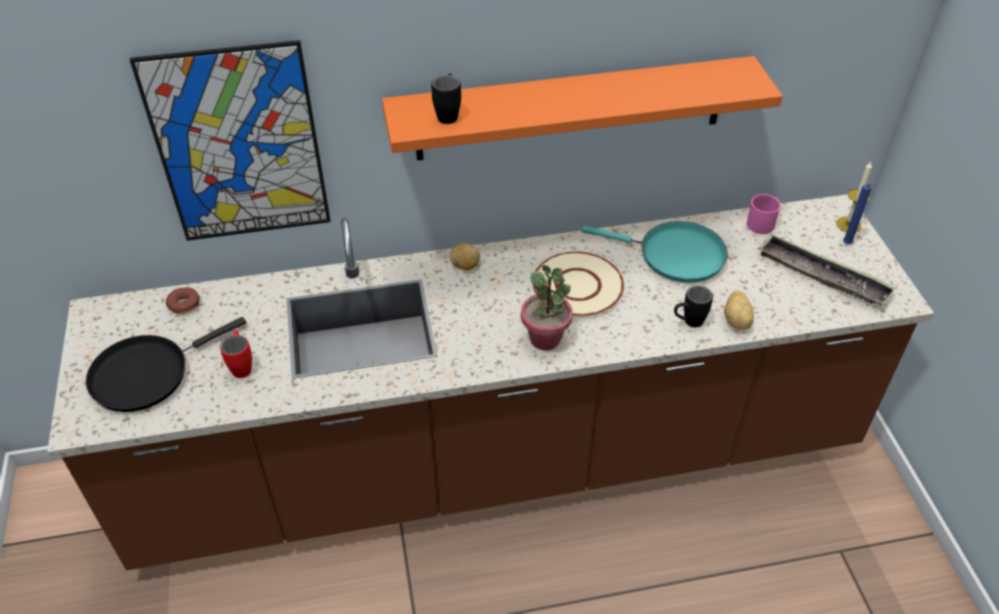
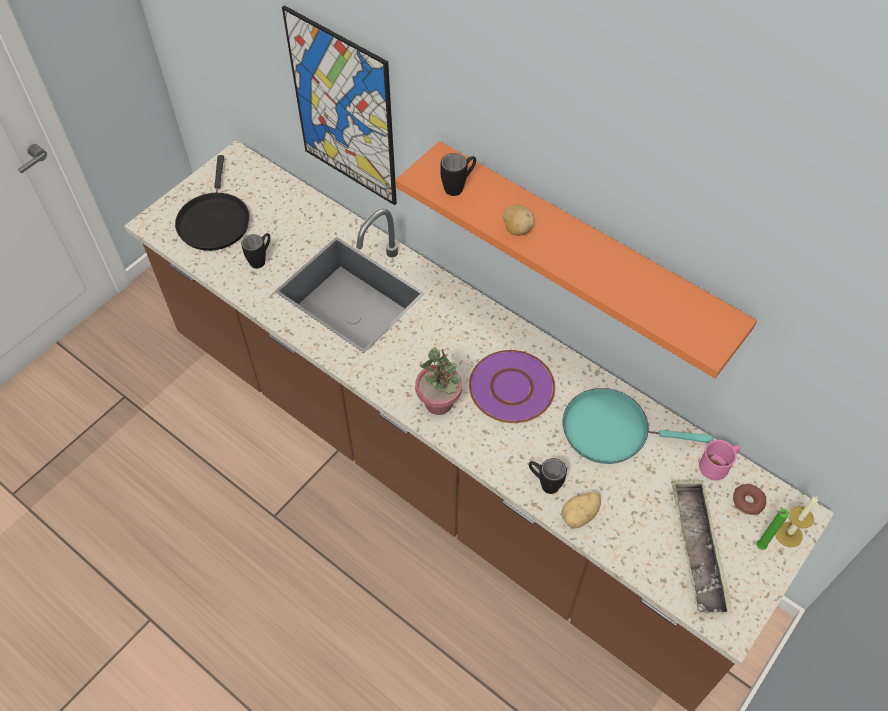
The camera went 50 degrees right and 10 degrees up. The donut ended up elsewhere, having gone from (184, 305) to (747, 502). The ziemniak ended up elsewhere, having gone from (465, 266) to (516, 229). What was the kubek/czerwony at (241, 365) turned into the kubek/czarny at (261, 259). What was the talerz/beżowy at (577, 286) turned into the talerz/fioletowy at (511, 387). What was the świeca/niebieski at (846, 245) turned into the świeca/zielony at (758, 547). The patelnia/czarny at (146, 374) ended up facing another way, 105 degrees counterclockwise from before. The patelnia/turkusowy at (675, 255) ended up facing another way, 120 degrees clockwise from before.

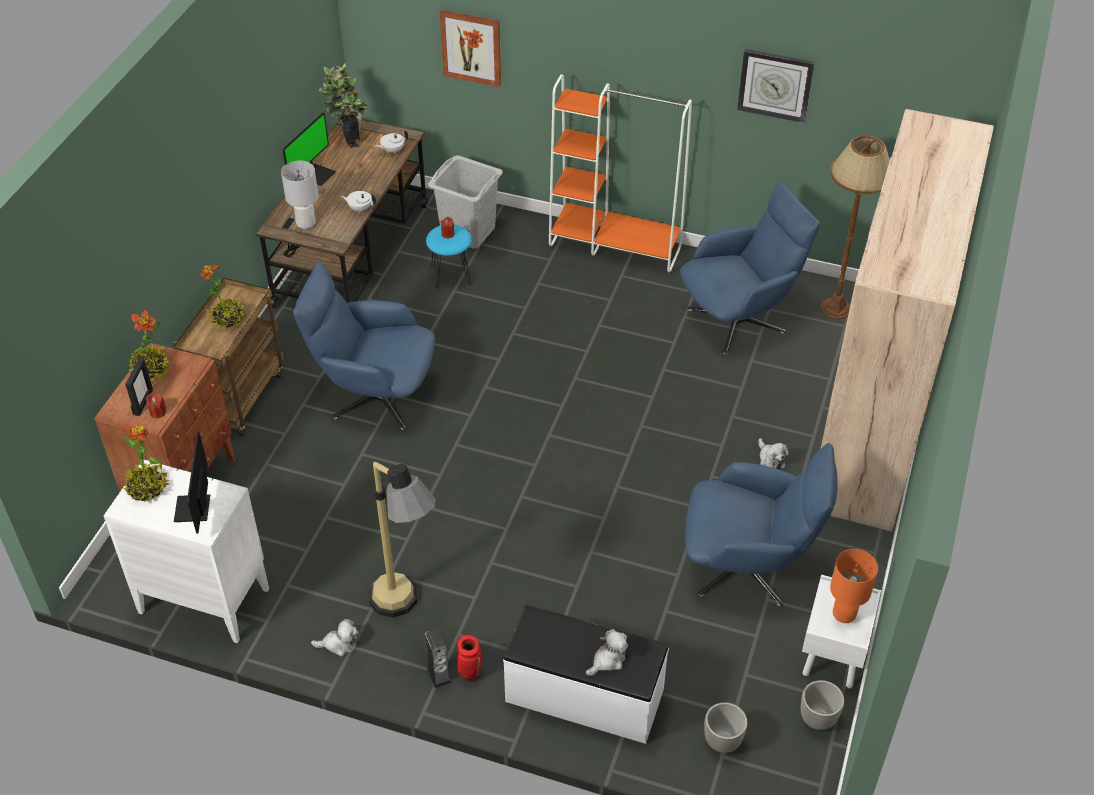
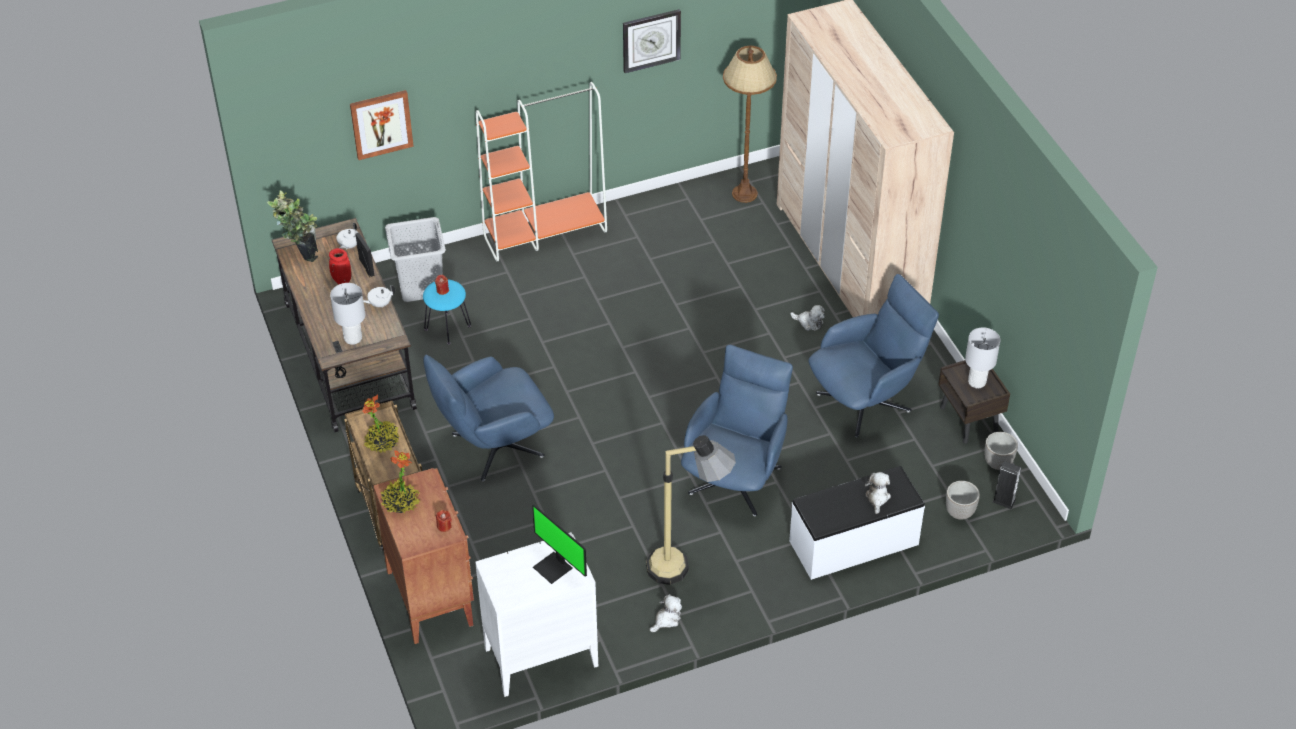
The camera went 40 degrees left and 0 degrees up. The second view lost the roślina doniczkowa at (147, 488). The second view lost the monitor at (316, 174). The ramka na zdjęcie ended up elsewhere, having gone from (143, 402) to (366, 267). The głośnik ended up elsewhere, having gone from (439, 675) to (1004, 501). The wazon/czerwony ended up elsewhere, having gone from (469, 671) to (341, 280). The fotel/niebieski ended up elsewhere, having gone from (739, 320) to (736, 478). What was the szafka nocna/biały at (833, 655) turned into the szafka nocna/brązowy at (969, 420). What was the lampa stołowa/pomarańczowy at (844, 615) turned into the lampa stołowa/szary at (977, 383).

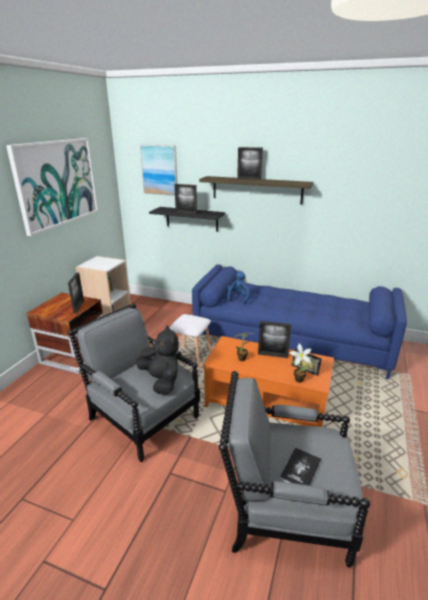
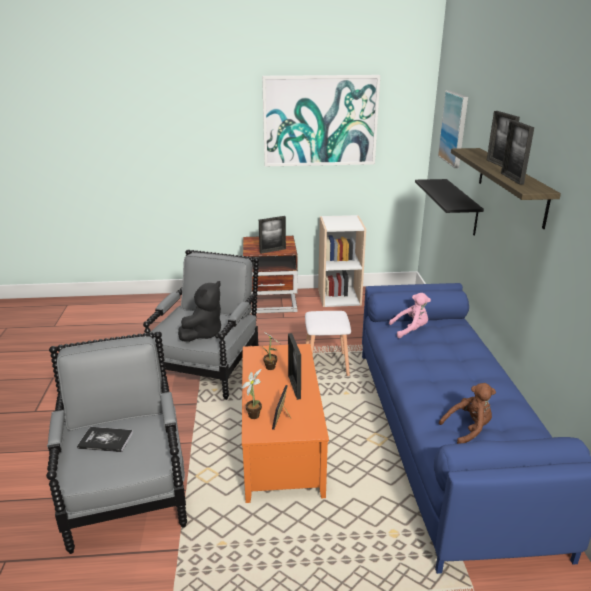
The camera went 65 degrees right and 0 degrees up. The second view gained the pluszak/brązowy at (468, 429). The ramka na zdjęcie ended up elsewhere, having gone from (186, 213) to (512, 178). What was the pluszak/niebieski at (238, 298) turned into the pluszak/różowy at (410, 330).

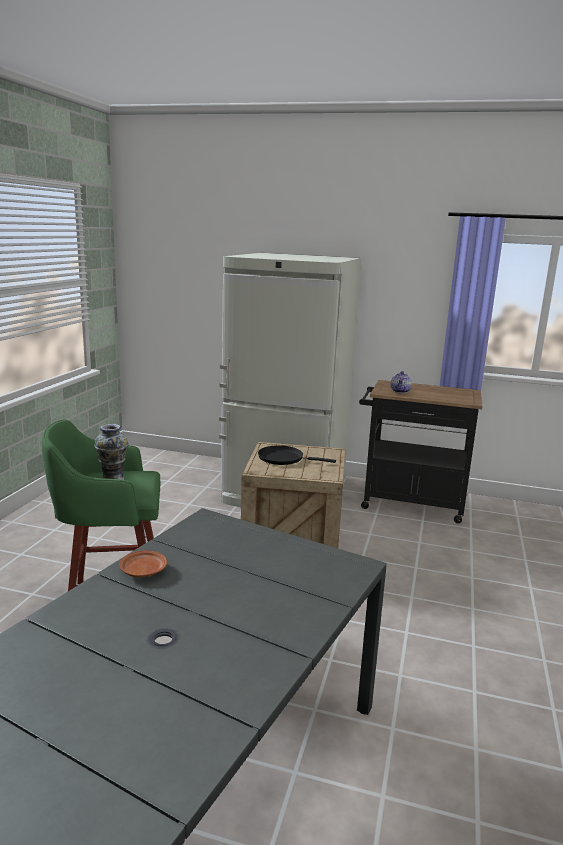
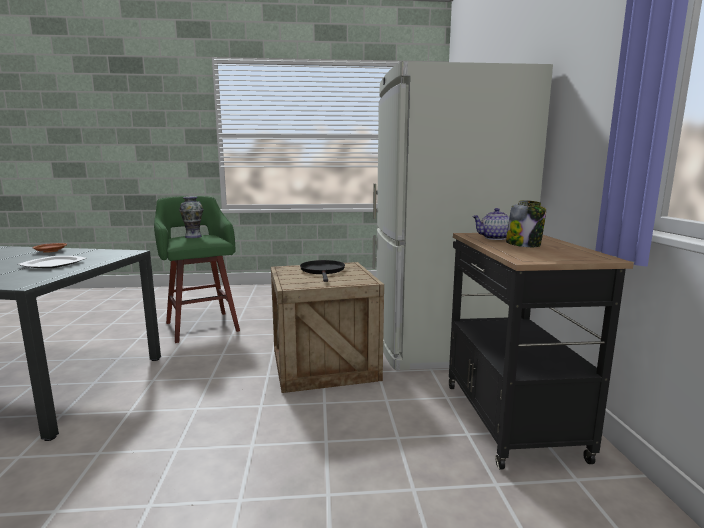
The camera went 70 degrees right and 5 degrees down. The second view gained the talerz at (53, 264). The second view gained the słoik at (524, 245).

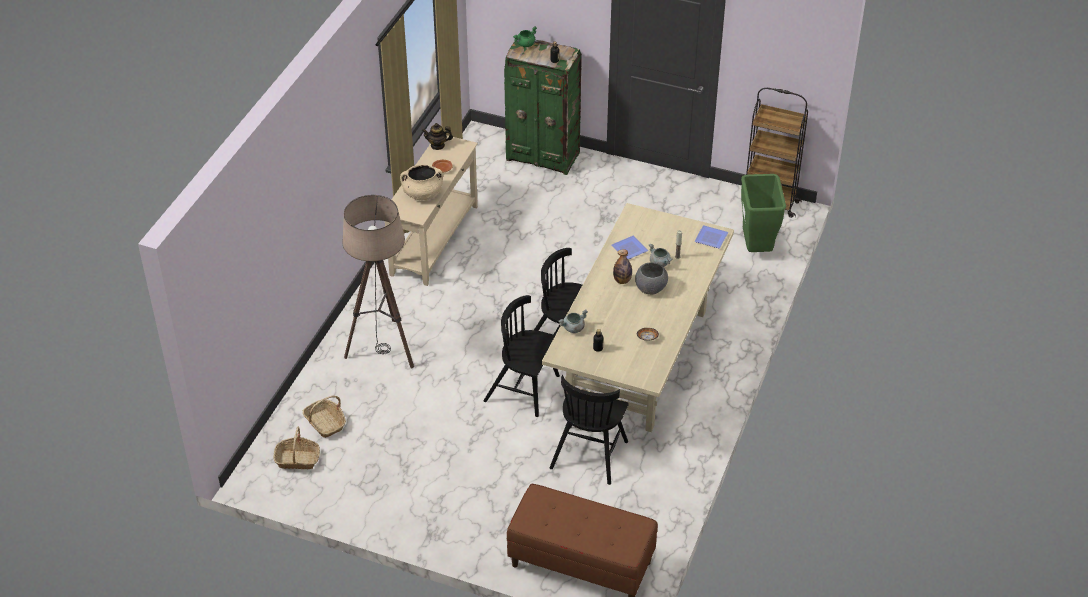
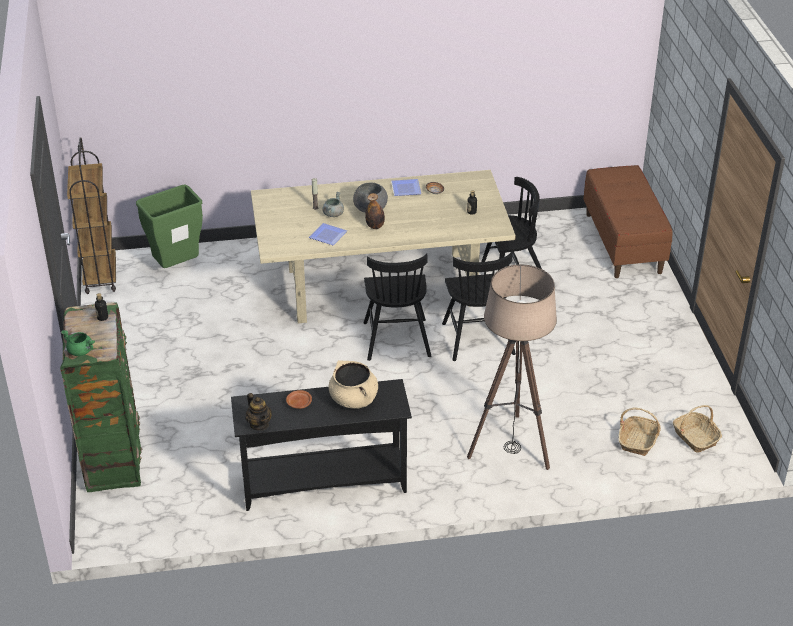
The camera went 120 degrees left and 5 degrees down. The second view lost the garnek/szary at (573, 328). The talerz ended up elsewhere, having gone from (711, 239) to (407, 188). What was the stolik konsolowy/beżowy at (434, 240) turned into the stolik konsolowy/czarny at (323, 483).

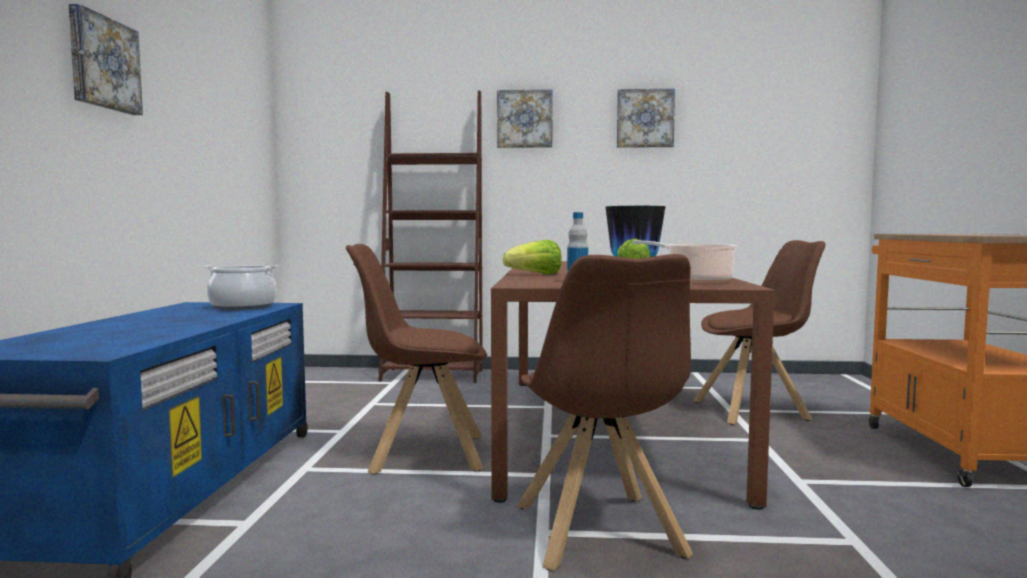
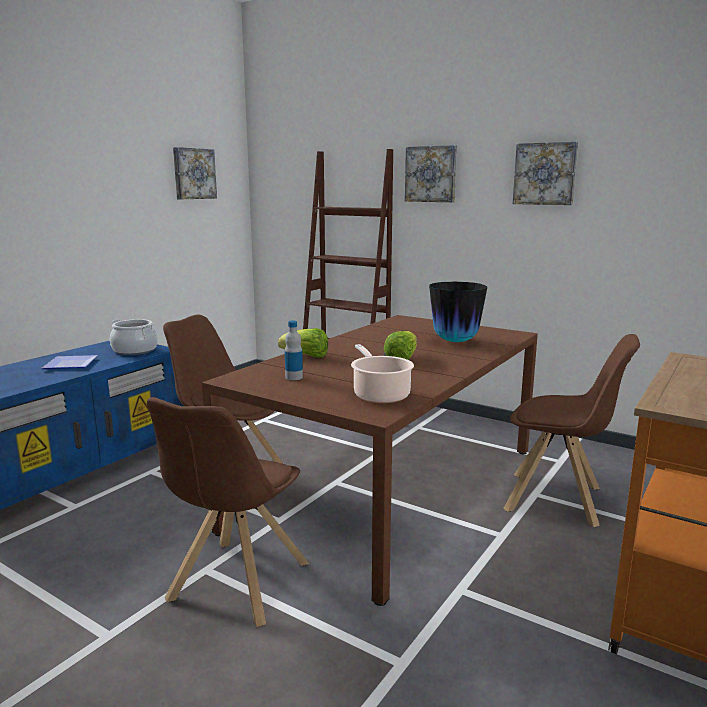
The camera went 30 degrees right and 10 degrees up. The second view gained the talerz at (73, 364). The obraz ended up elsewhere, having gone from (103, 63) to (193, 173).

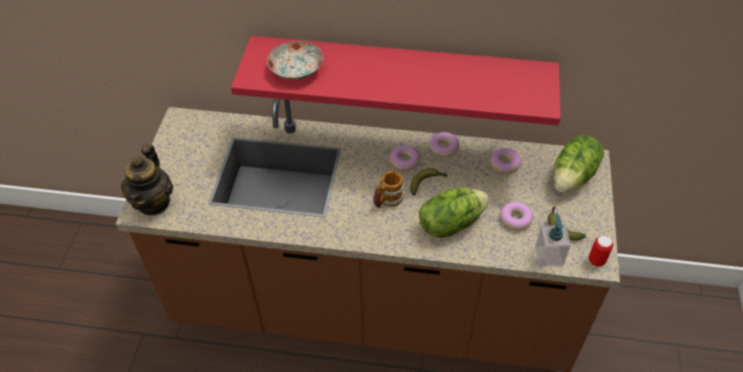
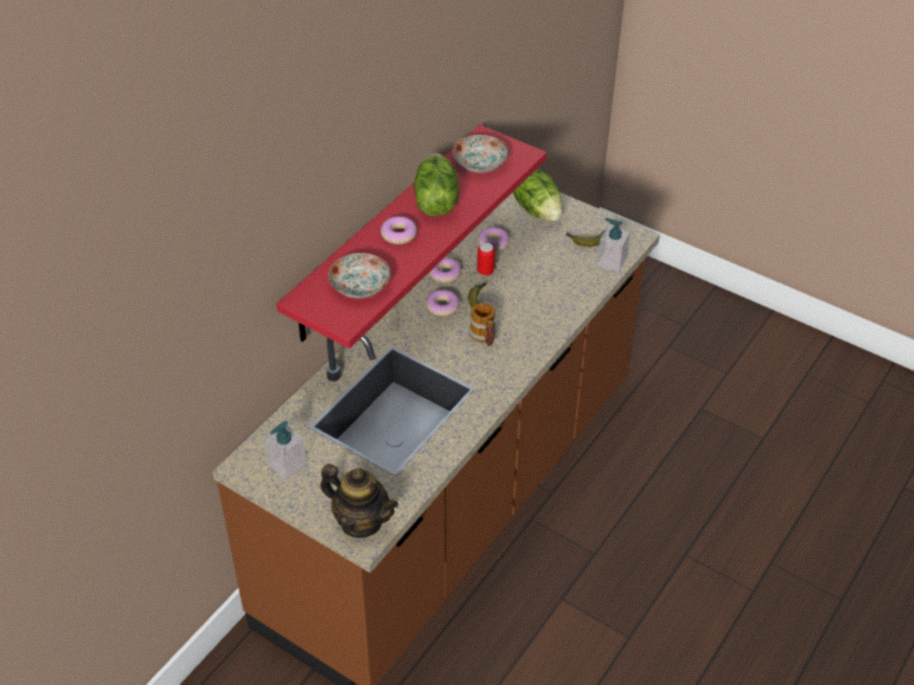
The camera went 65 degrees left and 5 degrees down. The second view gained the dozownik mydła at (287, 465). The second view gained the talerz at (480, 163). The sałata ended up elsewhere, having gone from (450, 223) to (435, 202). The donut ended up elsewhere, having gone from (515, 219) to (398, 235). The puszka ended up elsewhere, having gone from (596, 260) to (485, 271).

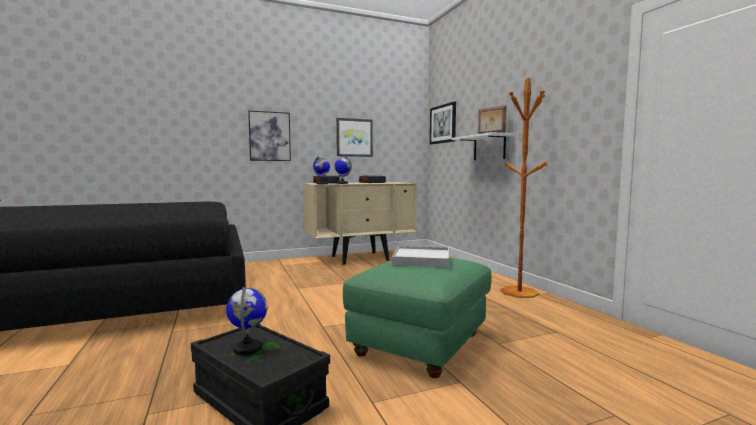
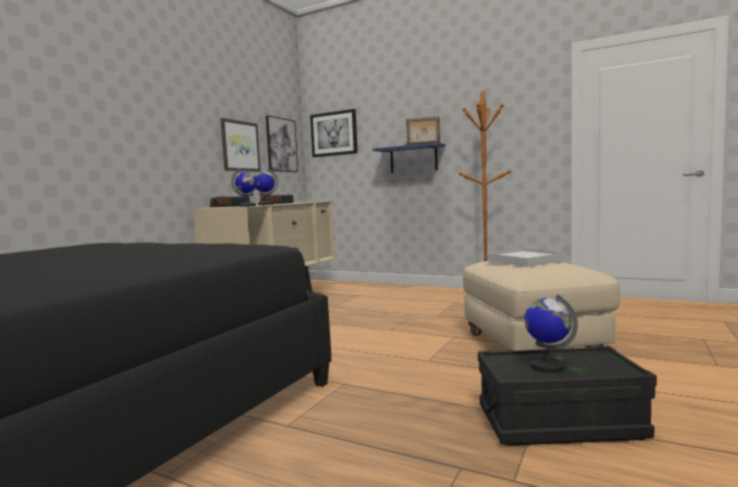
The camera went 40 degrees left and 0 degrees up. The obraz ended up elsewhere, having gone from (269, 136) to (281, 145). What was the pufa/zielony at (420, 345) turned into the pufa/beżowy at (533, 345). What was the półka/biały at (489, 147) turned into the półka/niebieski at (413, 159).

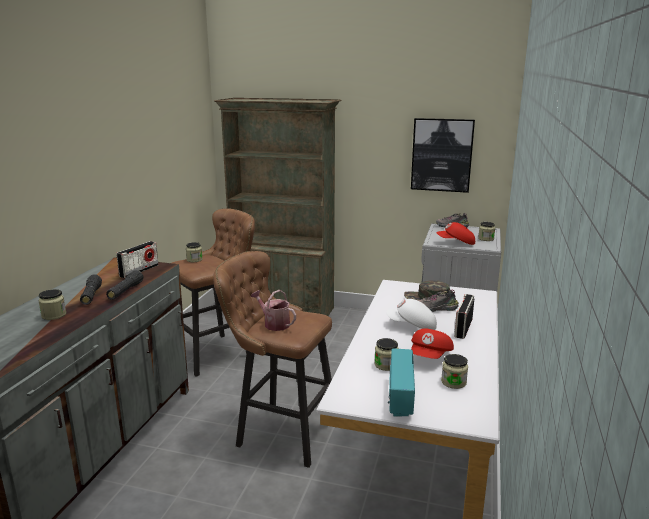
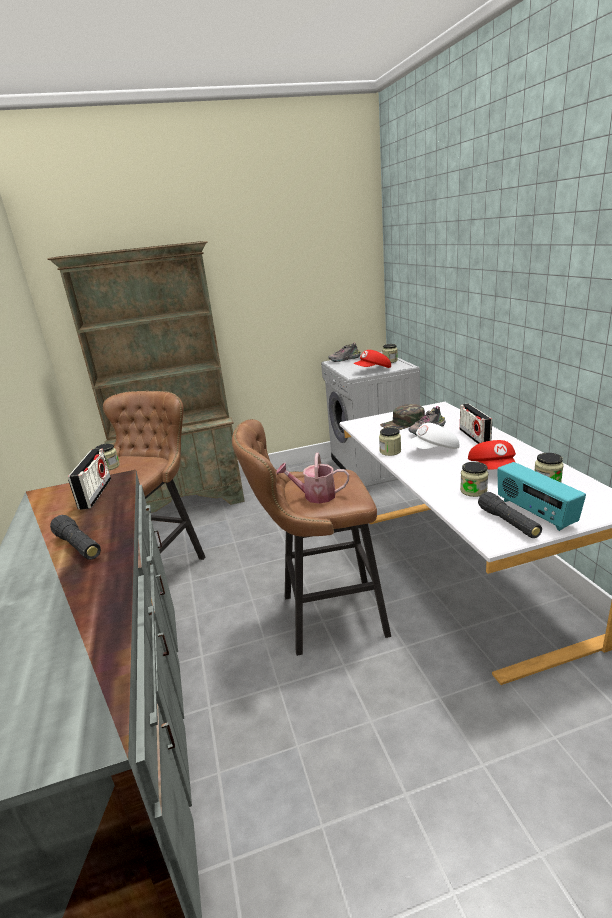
The camera went 30 degrees left and 5 degrees up. The second view lost the obraz at (442, 155). The słoik ended up elsewhere, having gone from (54, 315) to (390, 451). The latarka/czarny ended up elsewhere, having gone from (125, 291) to (508, 523).

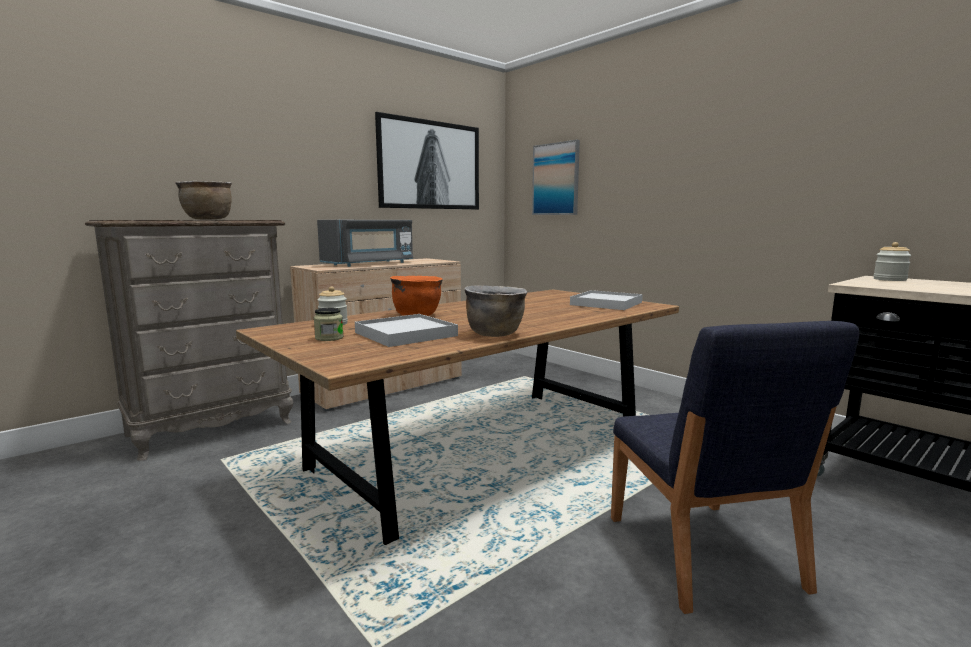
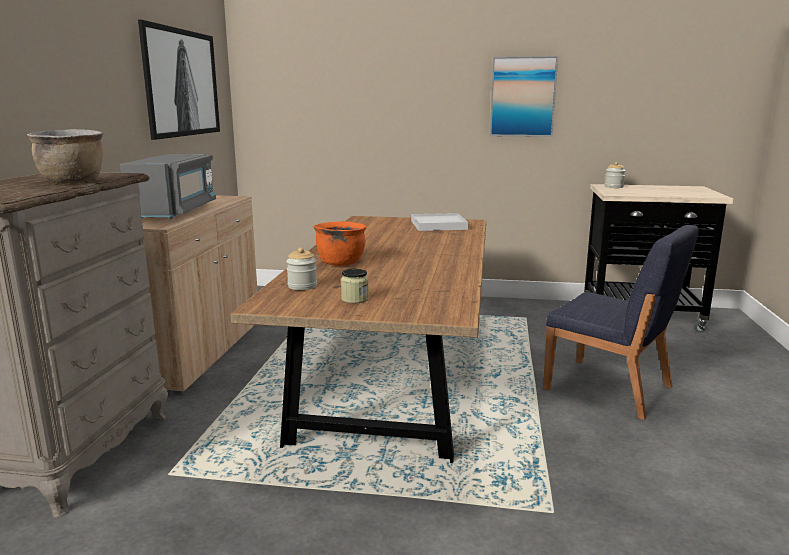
The camera went 40 degrees left and 5 degrees up. The second view lost the taca/biały at (405, 334). The second view lost the garnek/brązowy at (495, 334). The obraz ended up elsewhere, having gone from (556, 179) to (522, 97).

